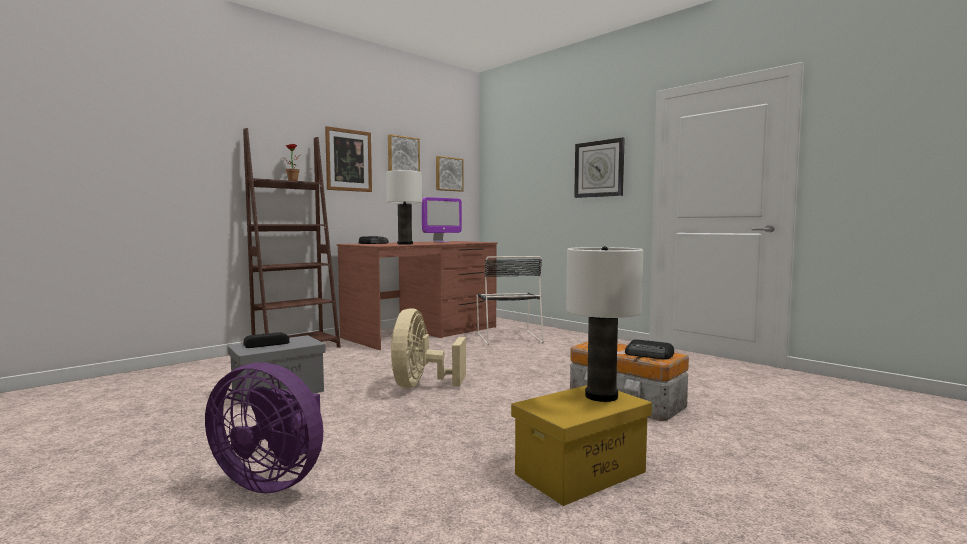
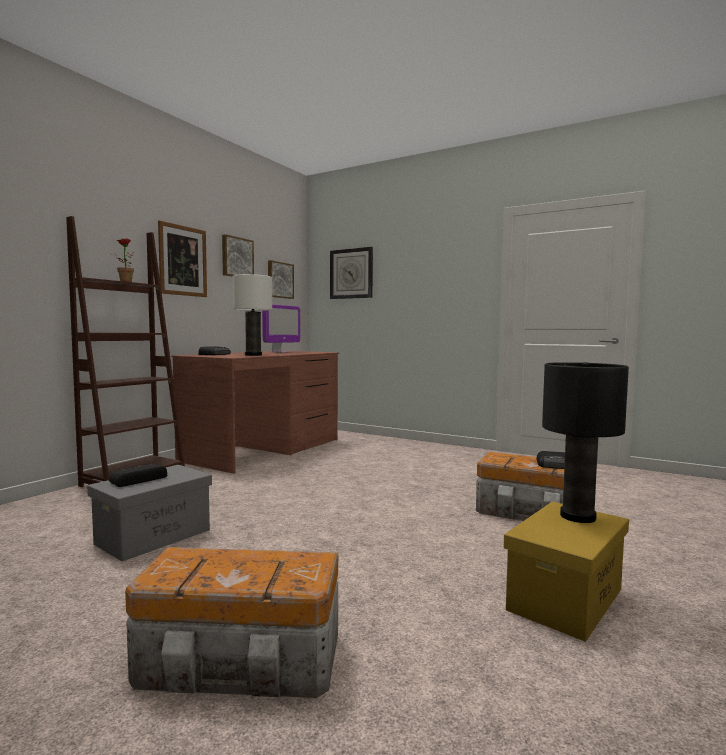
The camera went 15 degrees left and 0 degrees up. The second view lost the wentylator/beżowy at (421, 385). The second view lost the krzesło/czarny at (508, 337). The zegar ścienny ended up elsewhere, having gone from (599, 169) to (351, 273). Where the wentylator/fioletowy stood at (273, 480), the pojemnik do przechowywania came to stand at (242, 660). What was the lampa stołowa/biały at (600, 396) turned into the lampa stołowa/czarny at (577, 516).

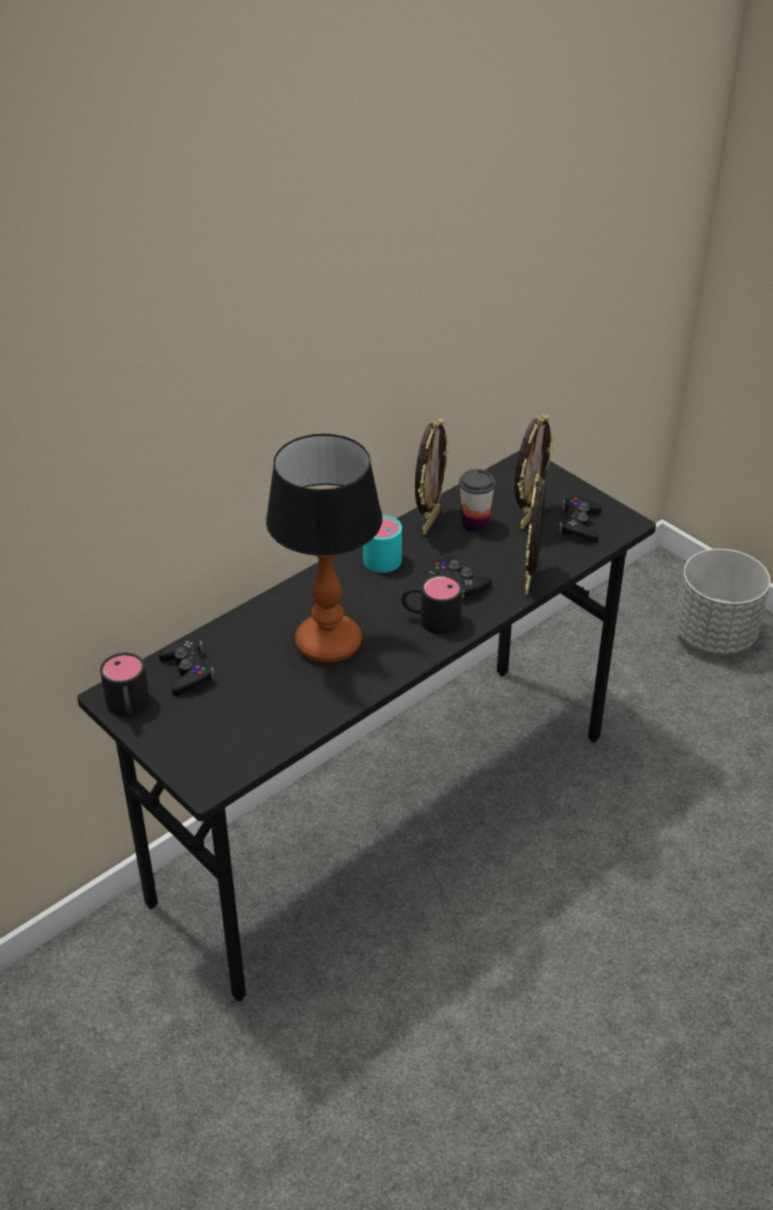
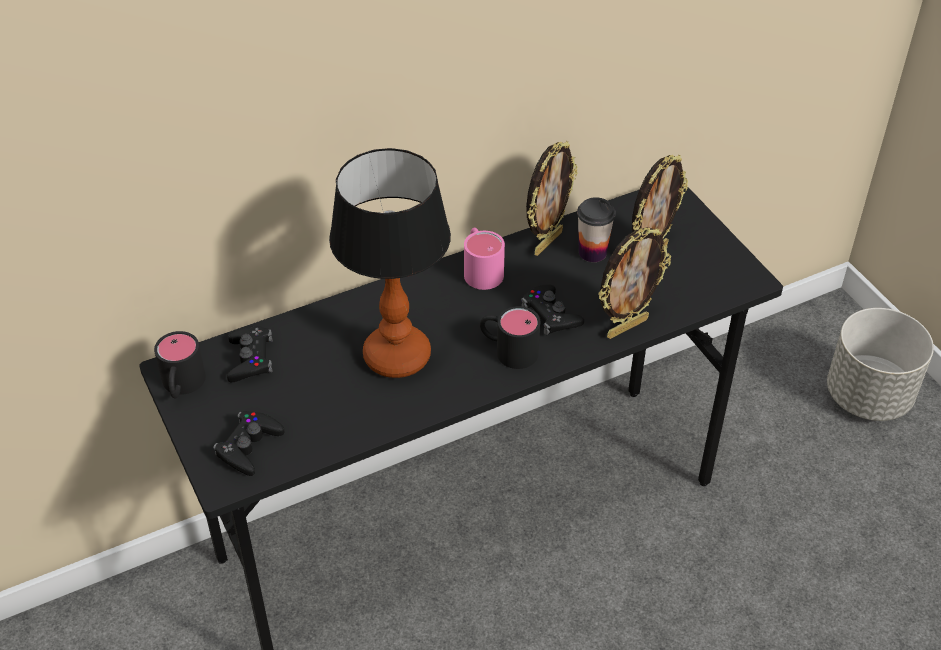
The camera went 15 degrees right and 5 degrees up. The pad do gier/czarny ended up elsewhere, having gone from (579, 525) to (249, 447). What was the kubek/turkusowy at (377, 555) turned into the kubek/różowy at (481, 269). The ramka na zdjęcie at (531, 581) ended up facing another way, 150 degrees counterclockwise from before.

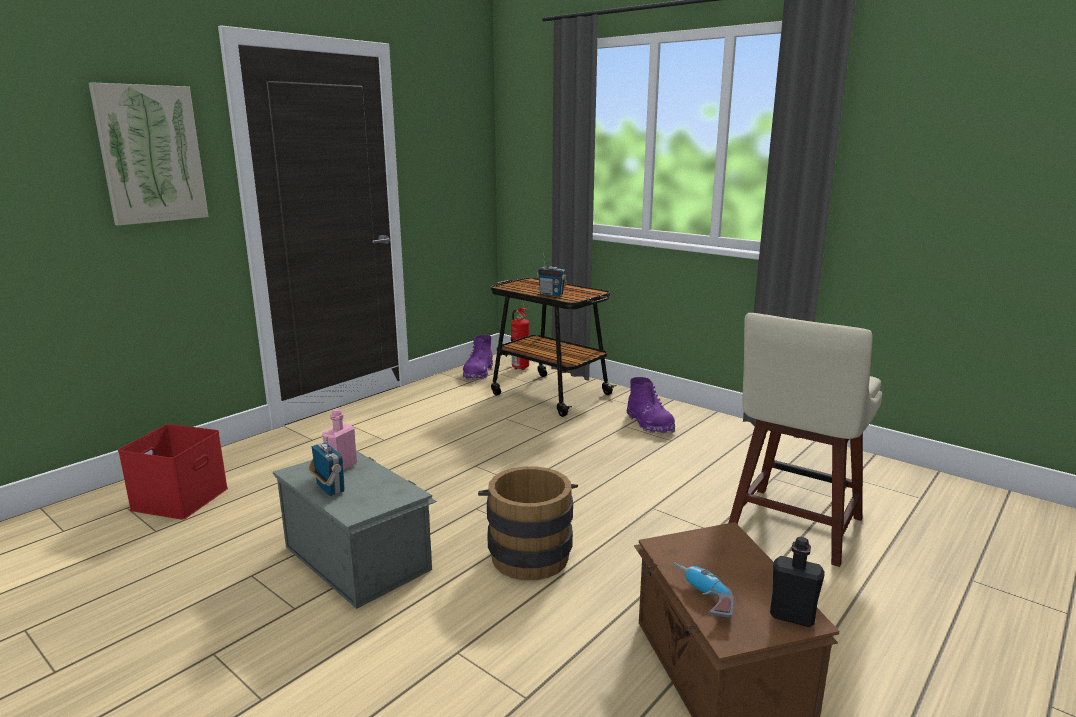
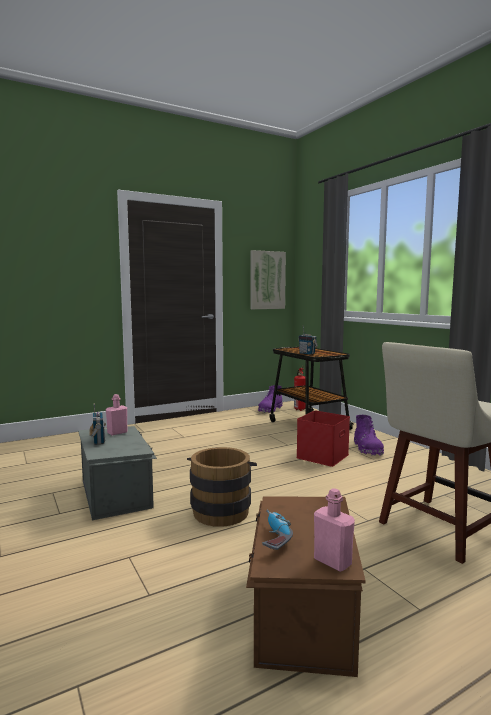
The camera went 20 degrees right and 10 degrees down. The obraz ended up elsewhere, having gone from (151, 154) to (267, 280). The pojemnik do przechowywania/czerwony ended up elsewhere, having gone from (180, 500) to (323, 456). What was the butelka/czarny at (792, 616) turned into the butelka/różowy at (332, 561).

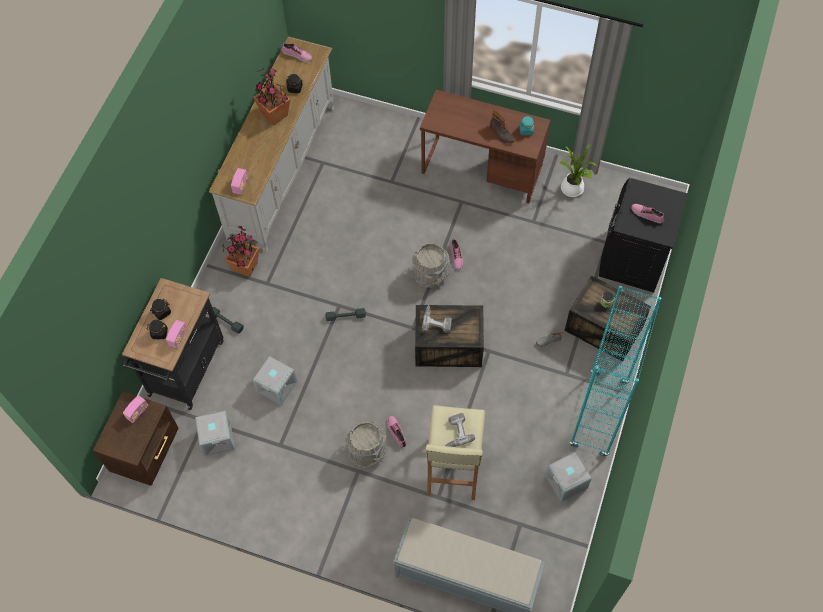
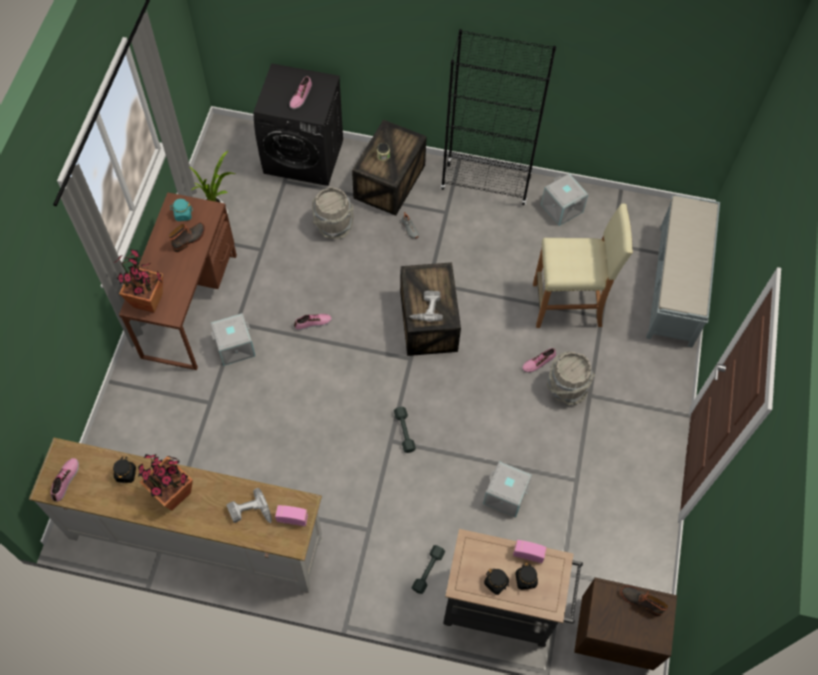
The camera went 100 degrees left and 0 degrees up. The second view lost the radio at (137, 412). The second view gained the but z cholewką at (641, 600). The pojemnik do przechowywania/szary ended up elsewhere, having gone from (217, 438) to (235, 347). The roślina doniczkowa ended up elsewhere, having gone from (245, 267) to (148, 301). The wiadro/szary ended up elsewhere, having gone from (430, 276) to (334, 226). The wiertarka ended up elsewhere, having gone from (455, 432) to (250, 513). What was the regał/turkusowy at (598, 414) turned into the regał/czarny at (486, 183).

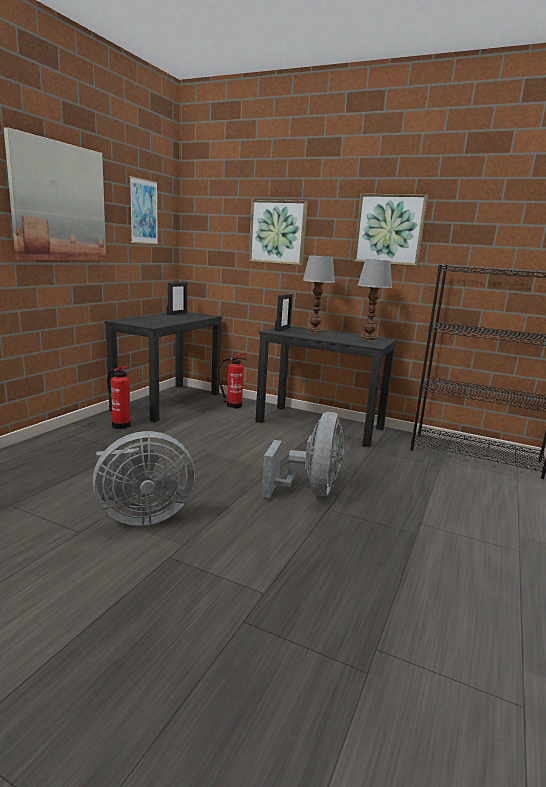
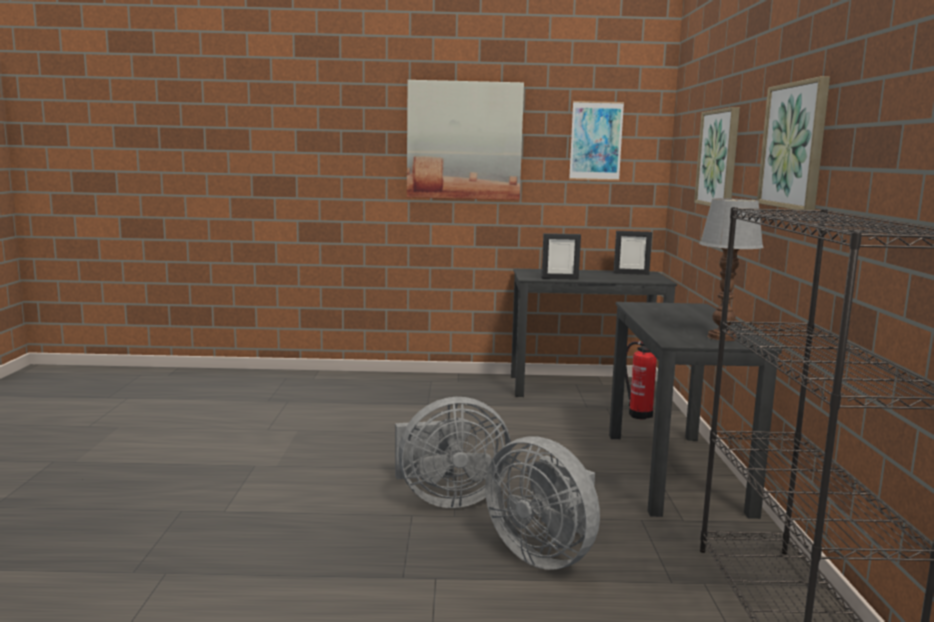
The camera went 65 degrees right and 5 degrees down. The second view lost the gaśnica at (120, 425). The second view lost the lampa stołowa at (314, 332). The wentylator/szary ended up elsewhere, having gone from (141, 516) to (544, 554). The ramka na zdjęcie ended up elsewhere, having gone from (282, 329) to (559, 278).

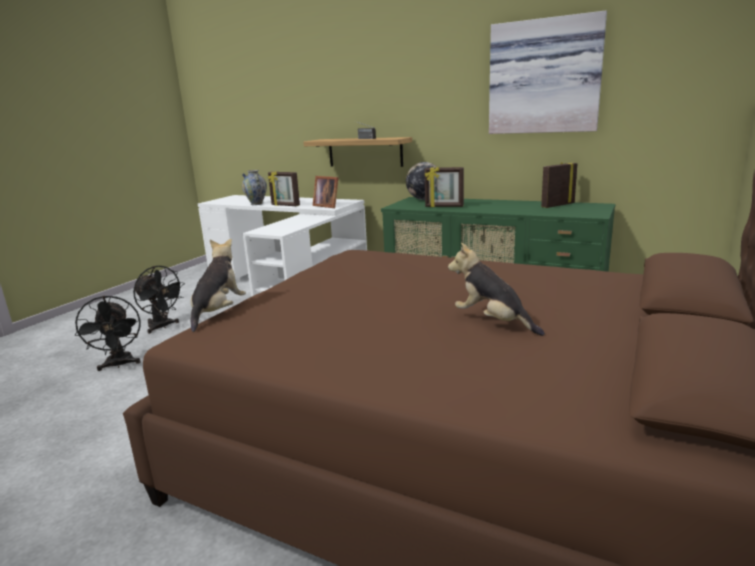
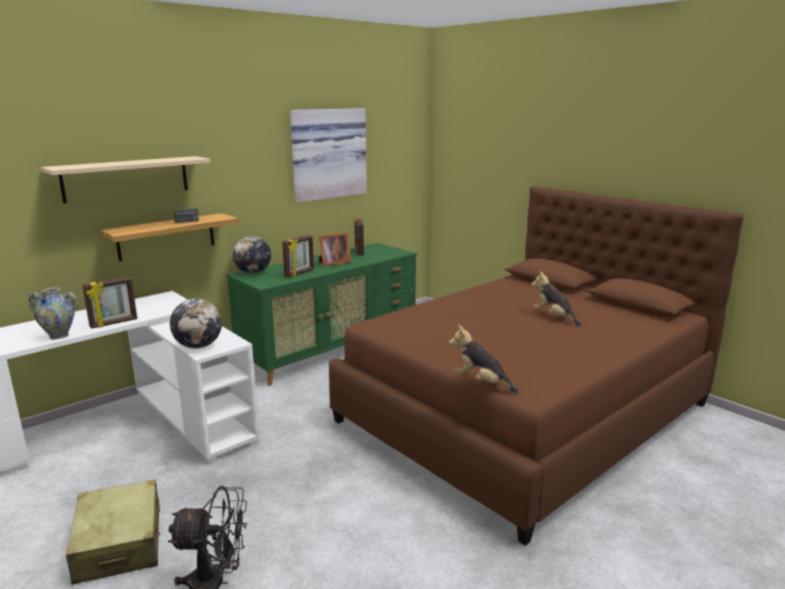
The camera went 70 degrees left and 0 degrees up. The second view gained the półka/beżowy at (126, 178). The second view gained the globus at (198, 346). The ramka na zdjęcie ended up elsewhere, having gone from (327, 206) to (333, 263). Where the wentylator/czarny stood at (162, 327), the walizka/beżowy came to stand at (120, 543). The pluszak at (492, 322) ended up facing another way, 75 degrees clockwise from before.

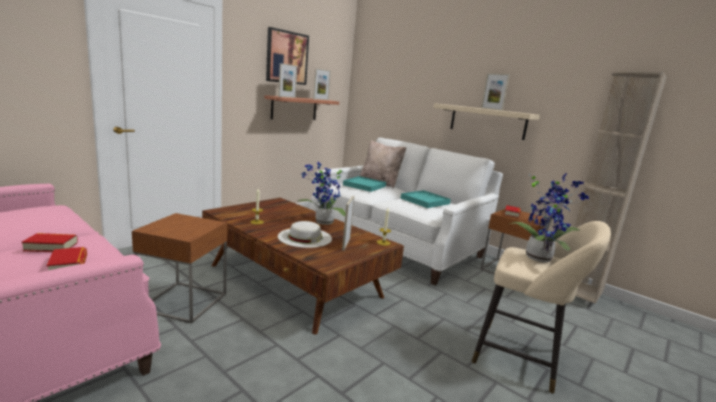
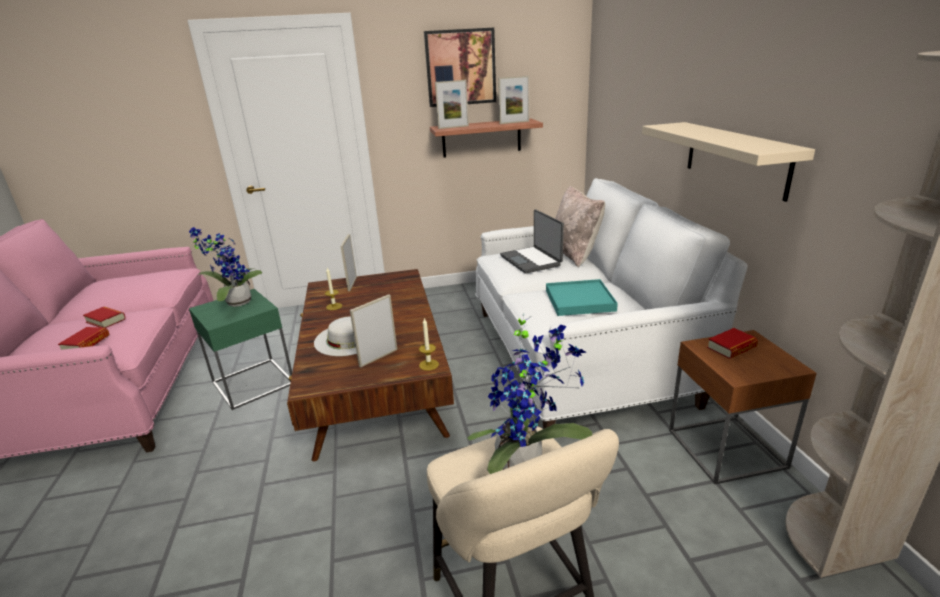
The camera went 40 degrees right and 10 degrees up. The roślina doniczkowa ended up elsewhere, having gone from (322, 222) to (235, 303). The ramka na zdjęcie ended up elsewhere, having gone from (491, 109) to (352, 284). Where the taca/turkusowy stood at (364, 186), the laptop came to stand at (531, 260). What was the stolik/brązowy at (183, 301) turned into the stolik/zielony at (253, 383).

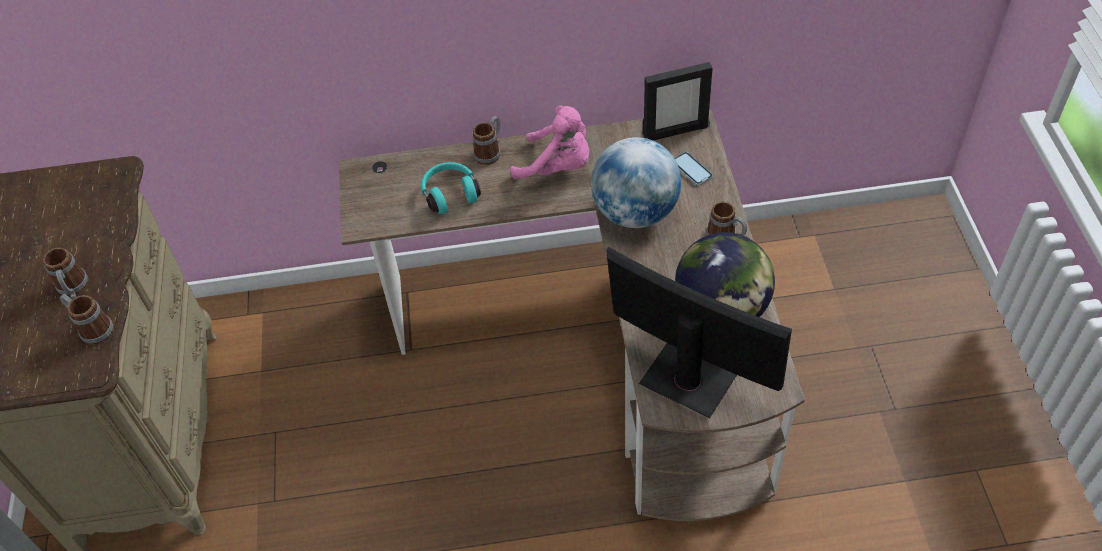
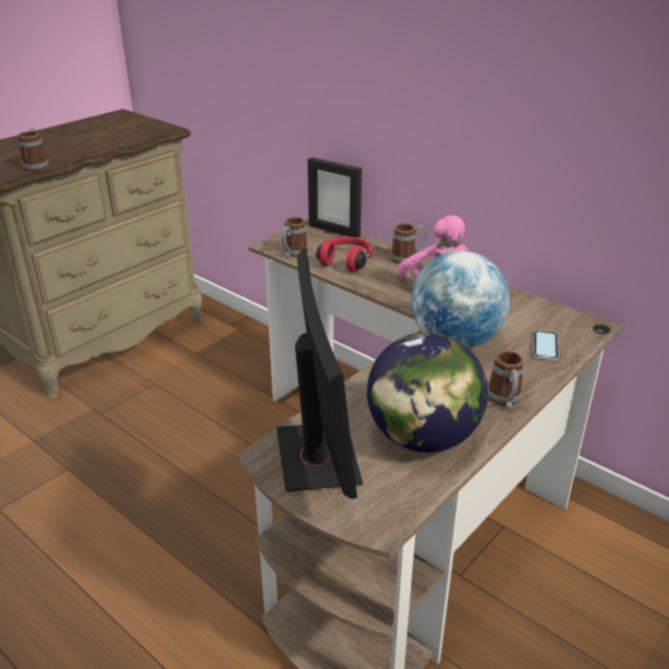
The camera went 45 degrees right and 20 degrees down. The kubek ended up elsewhere, having gone from (73, 289) to (293, 254). The ramka na zdjęcie ended up elsewhere, having gone from (675, 130) to (335, 230). What was the słuchawki/turkusowy at (450, 194) turned into the słuchawki/czerwony at (346, 261).

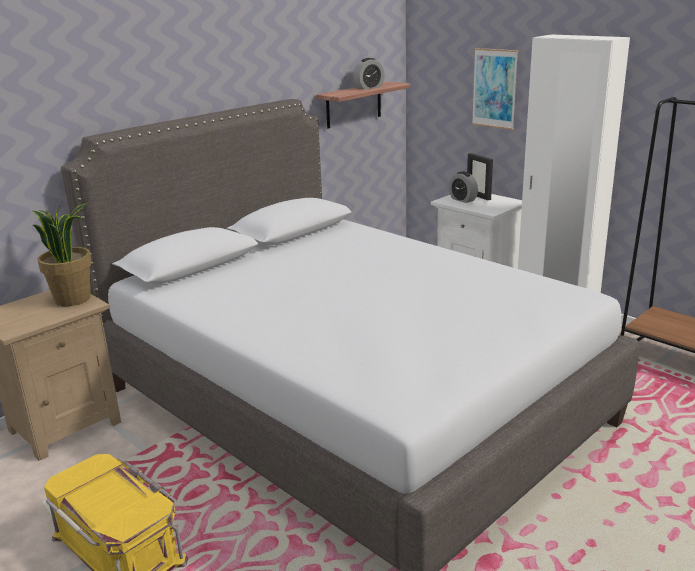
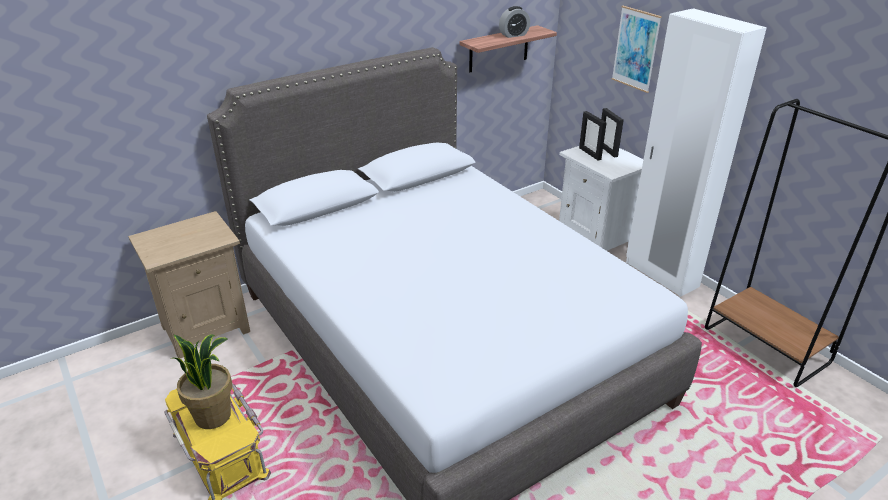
The camera went 10 degrees right and 10 degrees up. The roślina doniczkowa ended up elsewhere, having gone from (73, 299) to (213, 415). Where the budzik stood at (462, 199), the ramka na zdjęcie came to stand at (590, 153).

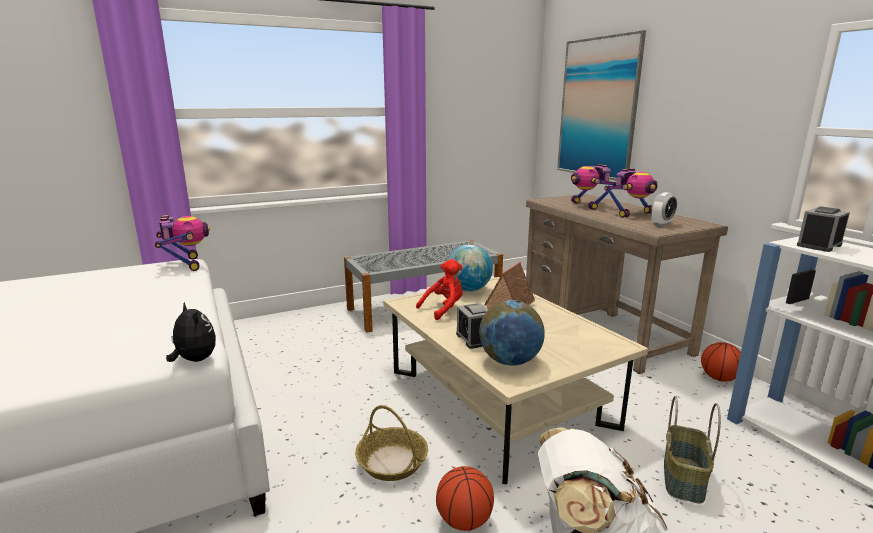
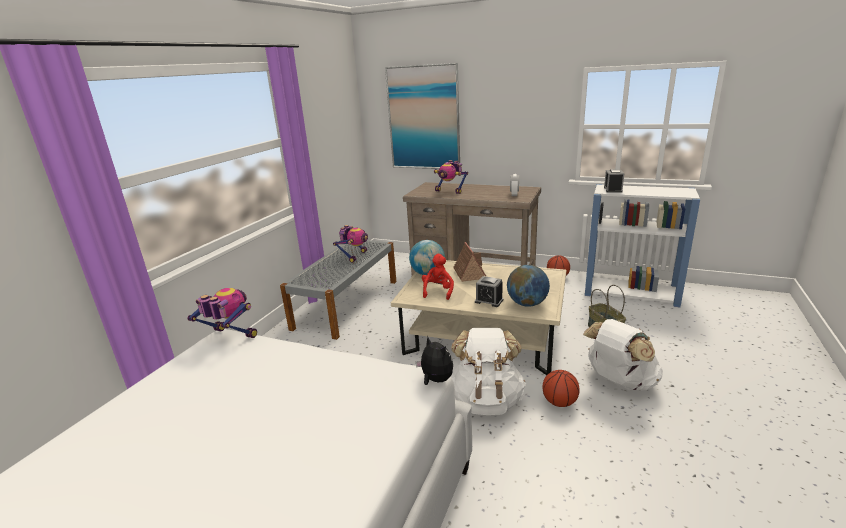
The camera went 40 degrees left and 5 degrees up. The robot zabawkowy ended up elsewhere, having gone from (631, 214) to (354, 256). Where the koszyk stood at (392, 462), the plecak/biały came to stand at (486, 400). The pluszak at (194, 360) ended up facing another way, 45 degrees clockwise from before.

